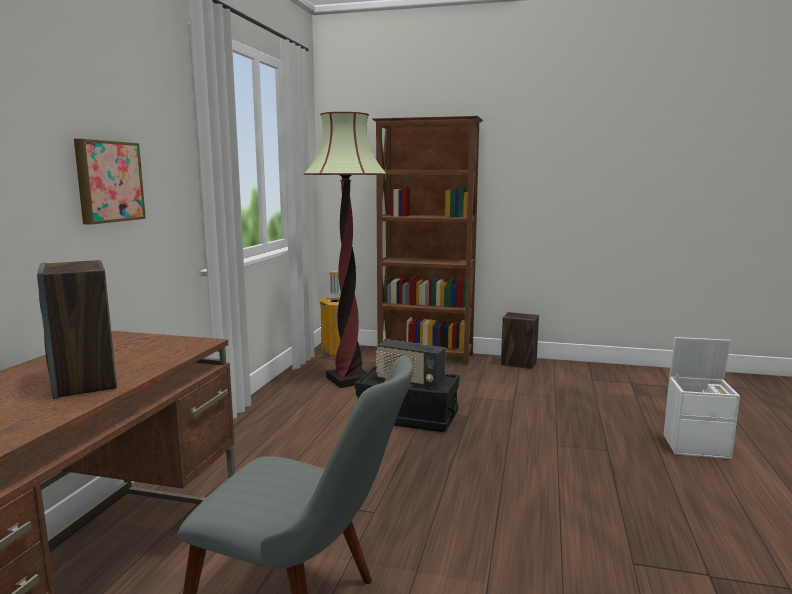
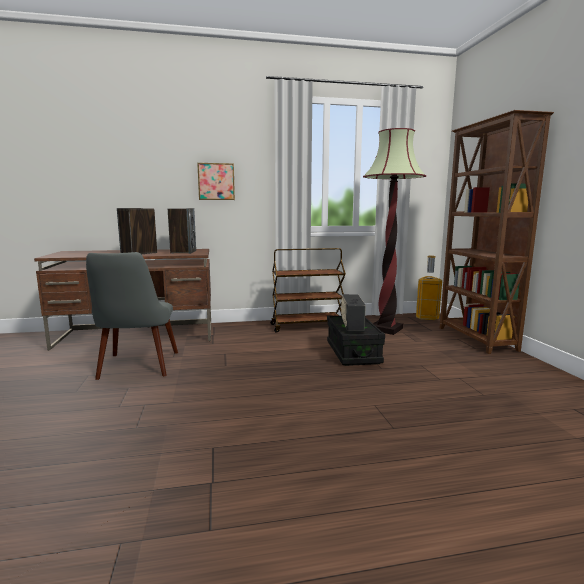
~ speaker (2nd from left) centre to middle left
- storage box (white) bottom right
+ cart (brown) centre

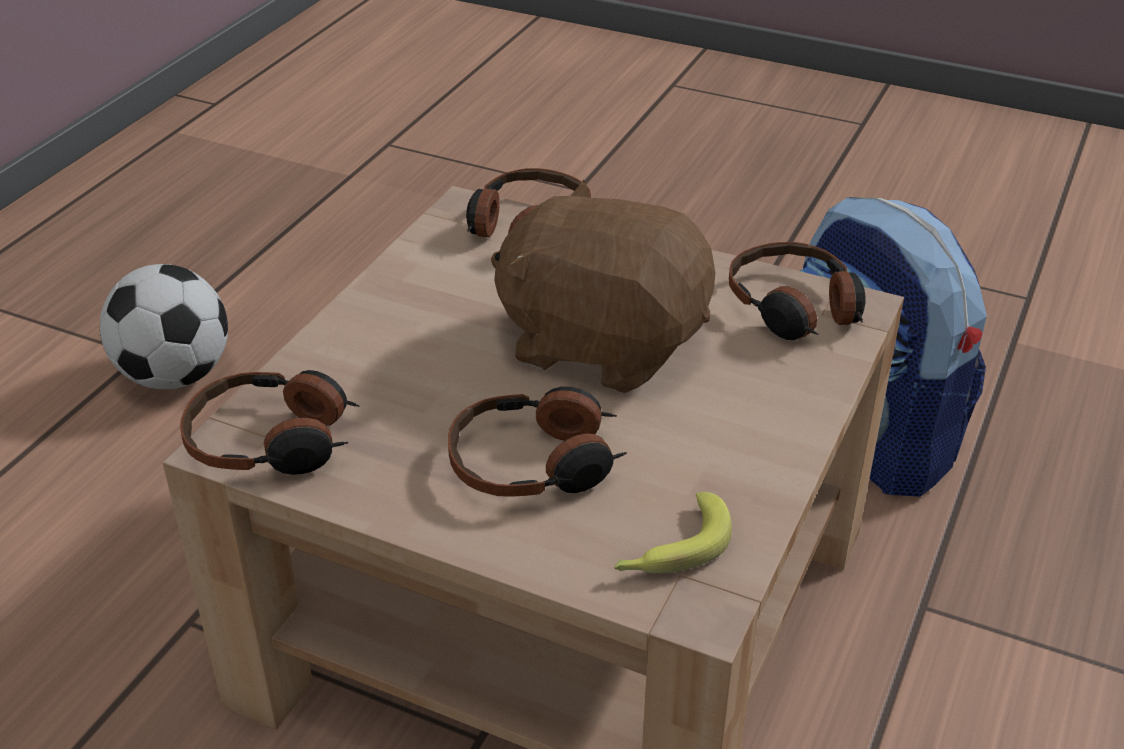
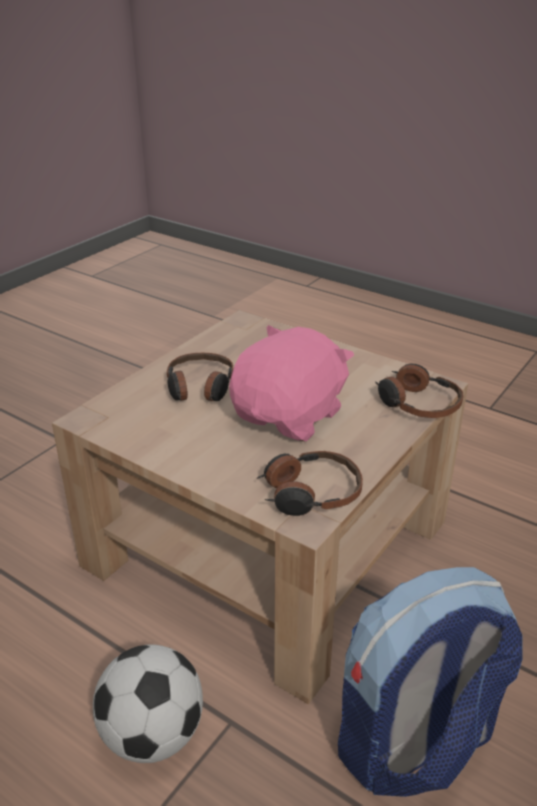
~ football middle left to bottom left
- headphones (1st from left) middle left
~ plush toy (brown) centre to plush toy (pink) centre
- banana bottom centre

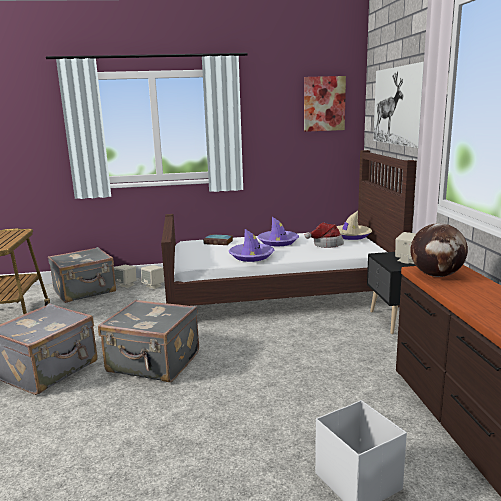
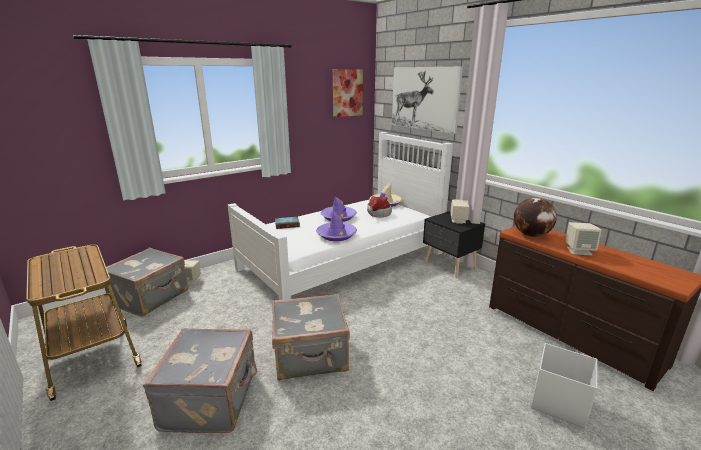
~ speaker (beige) (2nd from left in the first image) middle left to speaker (beige) (3rd from left) middle right
~ bed (brown) centre to bed (white) centre

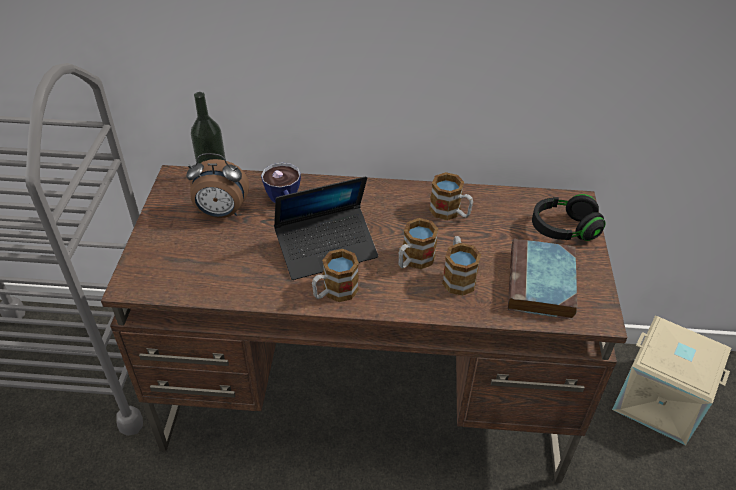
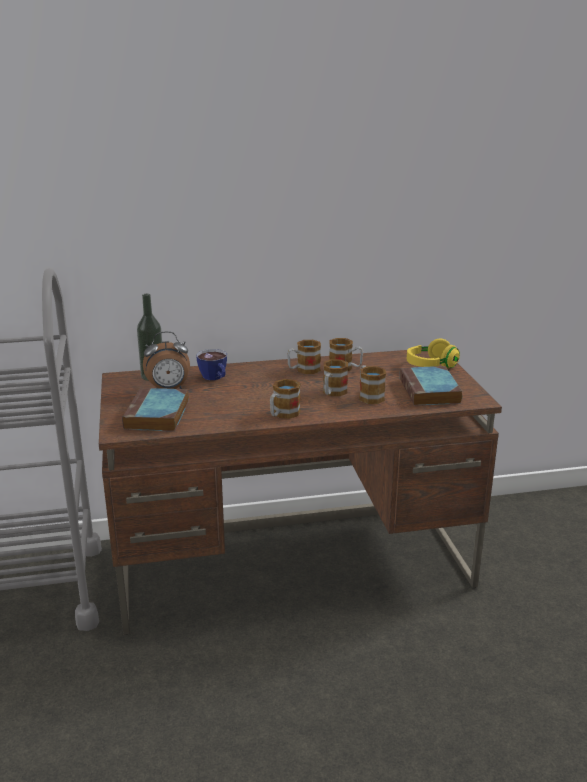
- laptop centre
~ headphones (black) middle right to headphones (yellow) middle right
- storage box (beige) bottom right
+ book (1st from left) middle left
+ mug (2nd from left) centre

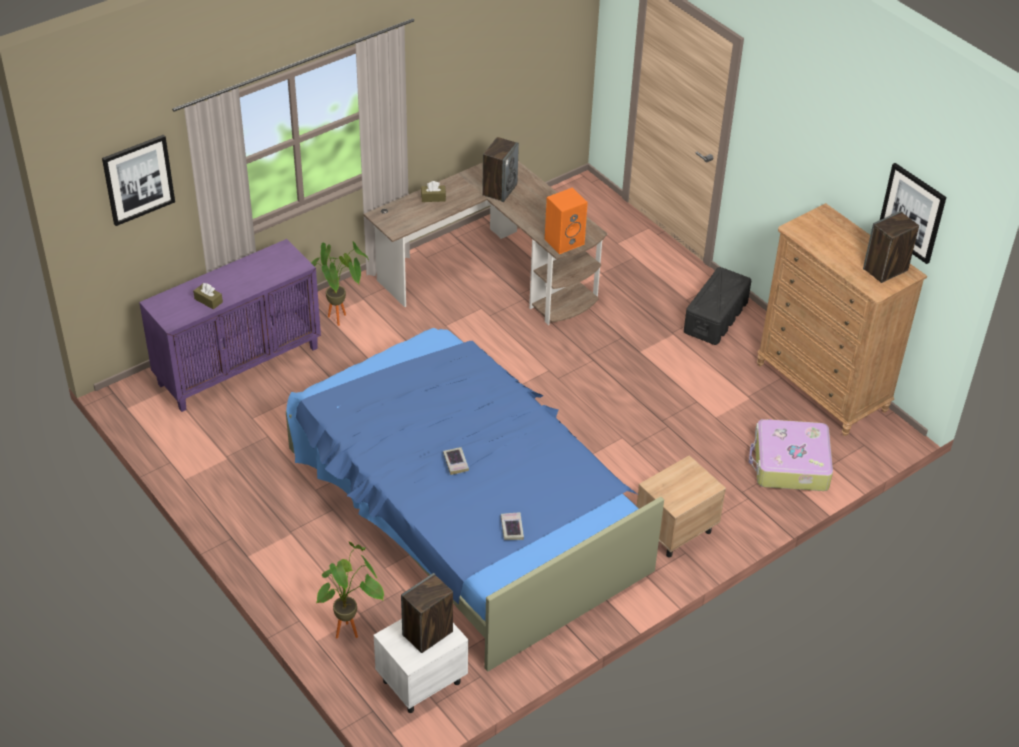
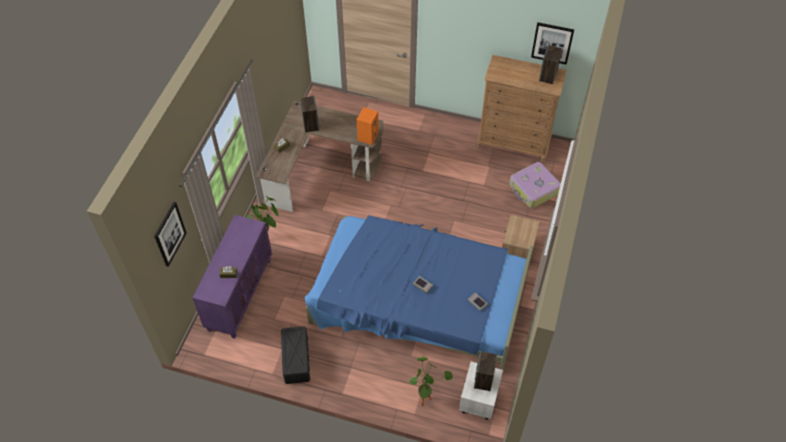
~ storage box (black) middle right to bottom centre

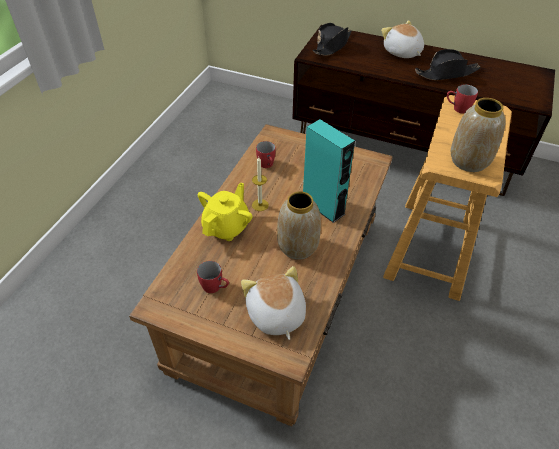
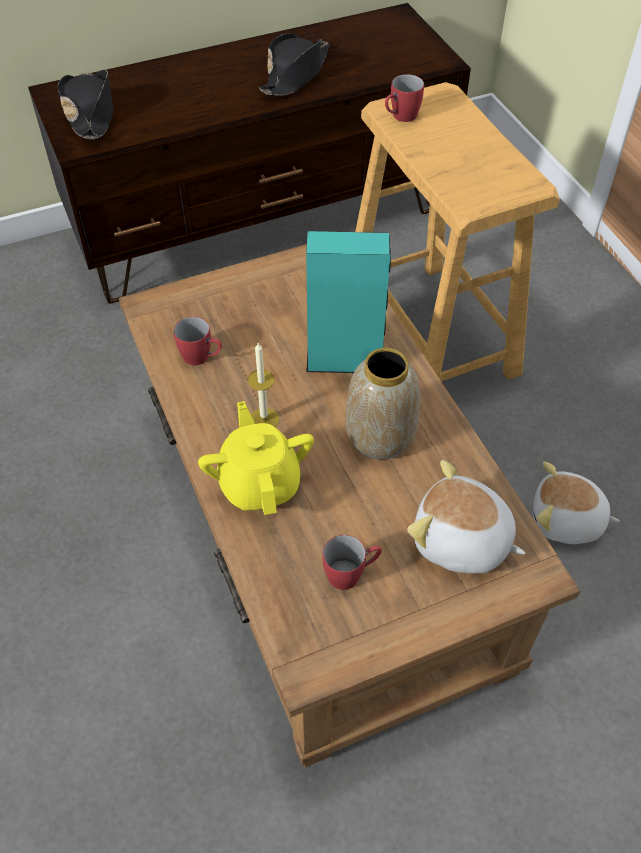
~ plush toy (2nd from left) top right to middle right
- vase (2nd from left) top right

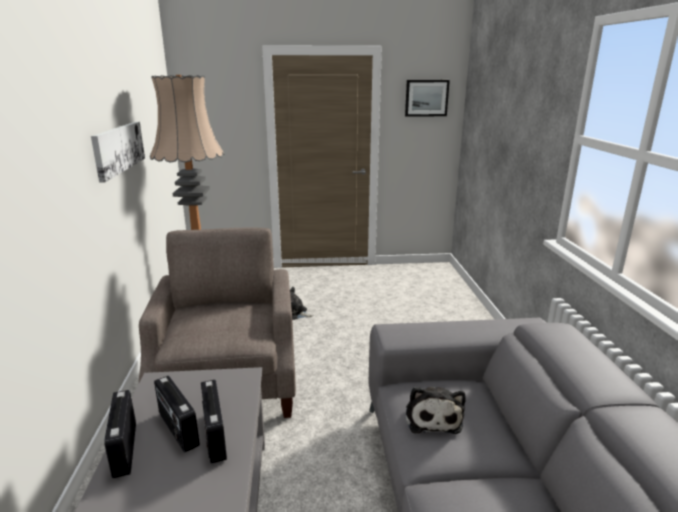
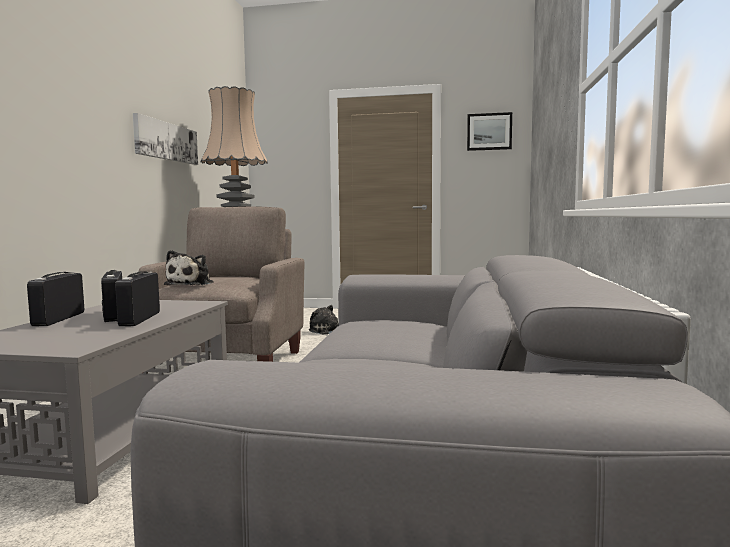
~ plush toy (2nd from left in the first image) bottom centre to plush toy (1st from left) middle left

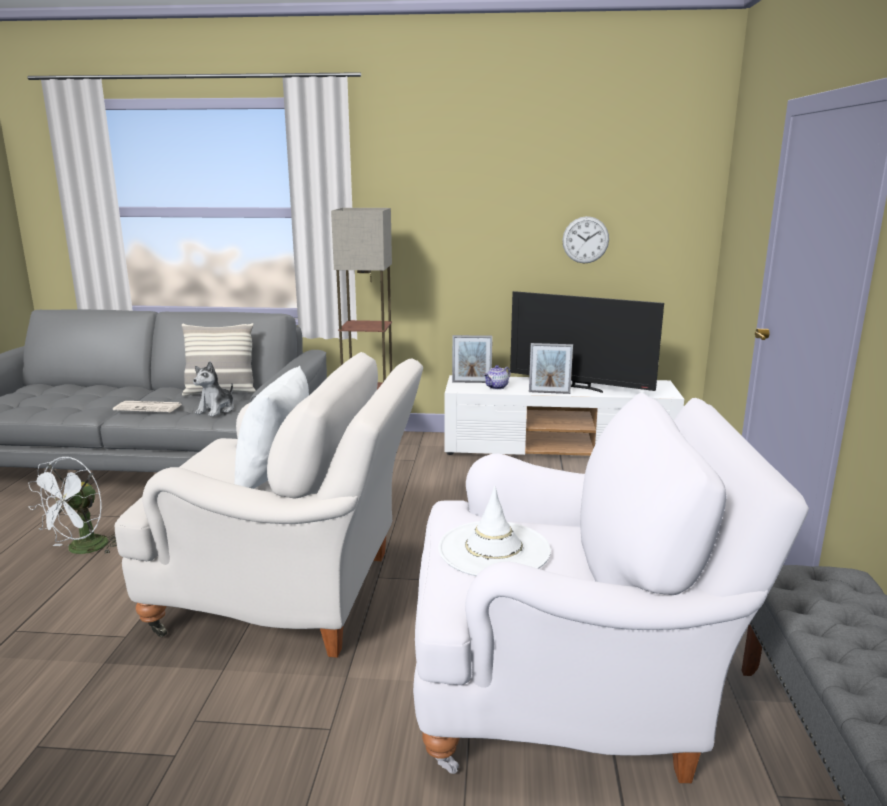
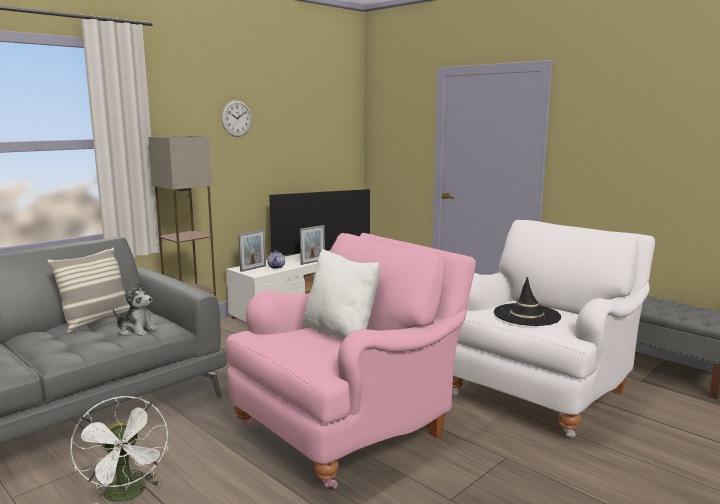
- newspaper middle left
~ armchair (white) (1st from left) middle left to armchair (pink) bottom centre
~ plush toy middle left = middle left 45 degrees counterclockwise
~ hat (white) centre to hat (black) middle right
~ wall clock top centre to top left

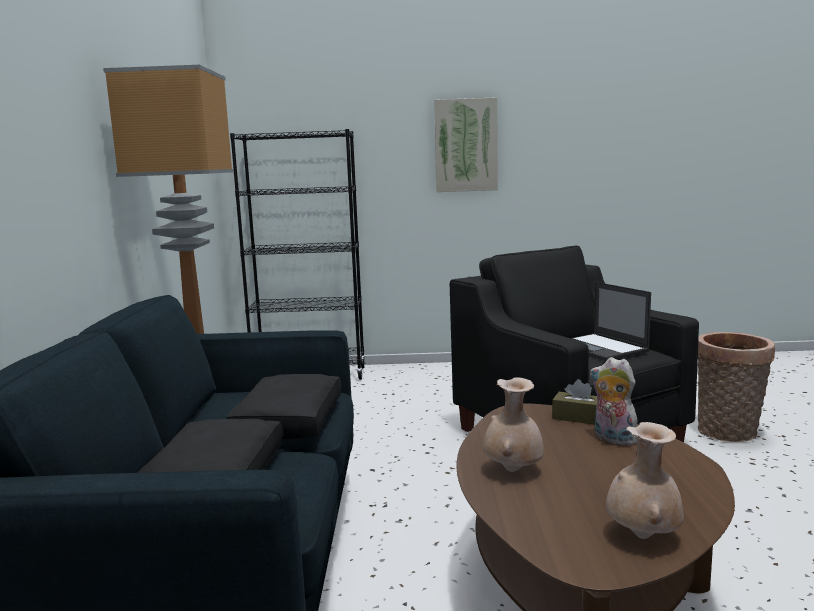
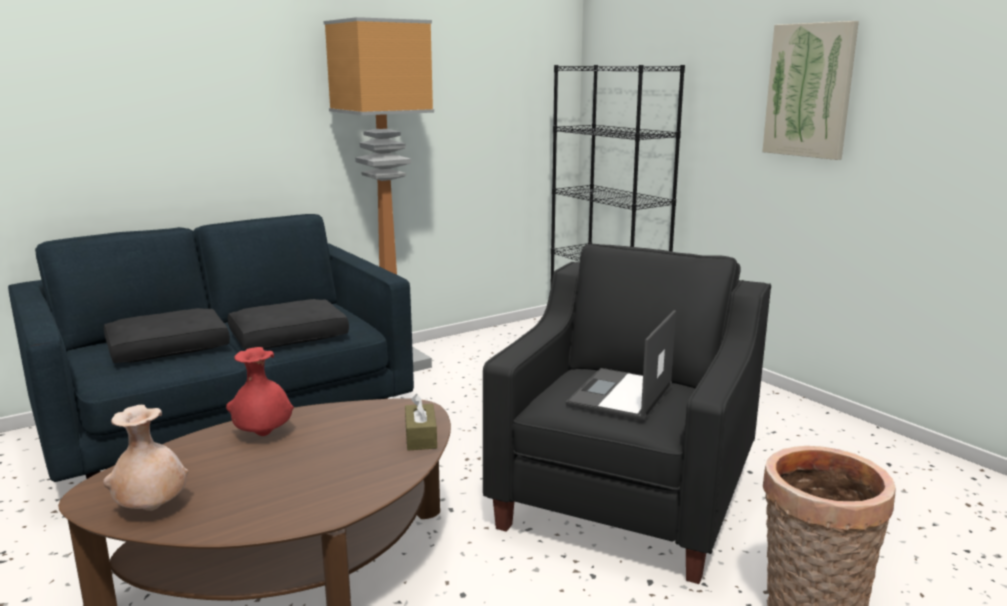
~ vase (beige) (1st from left) bottom centre to vase (red) middle left
- plush toy middle right

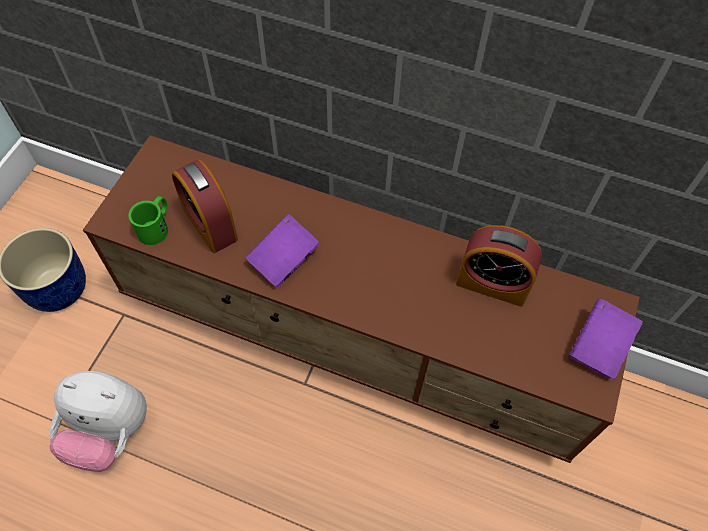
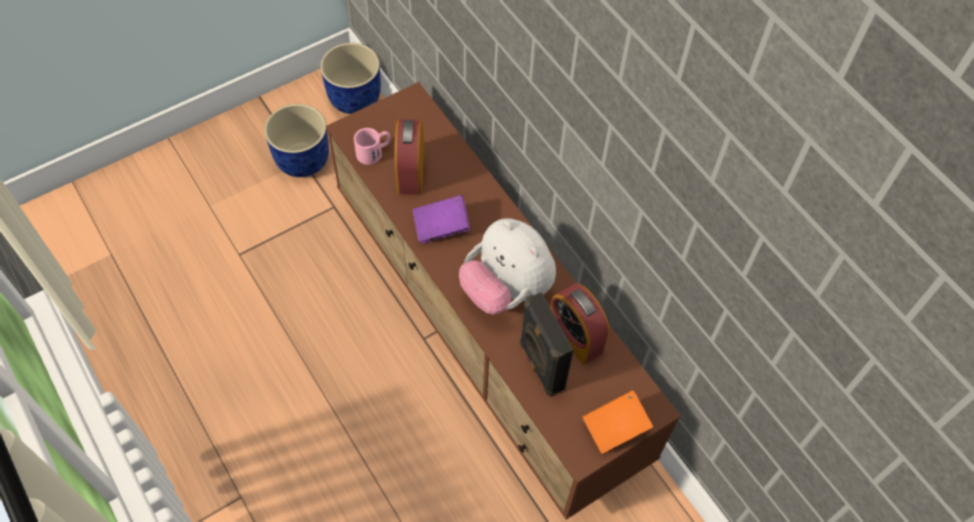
~ plush toy bottom left to centre
~ mug (green) middle left to mug (pink) top centre
~ book (purple) (2nd from left) middle right to book (orange) bottom centre
+ planter (blue) (2nd from left) top centre
+ speaker (black) centre

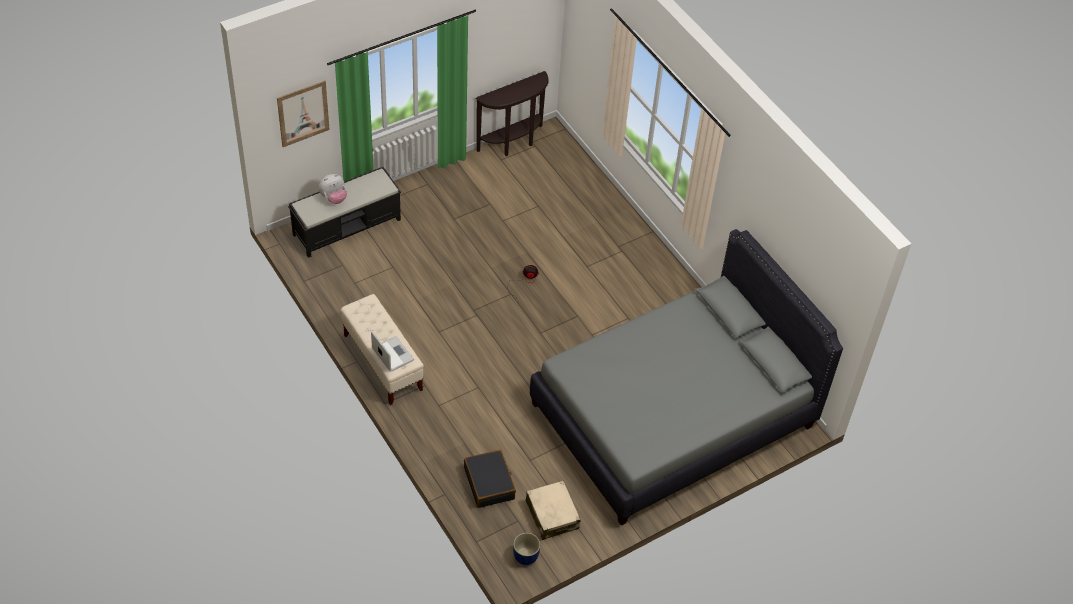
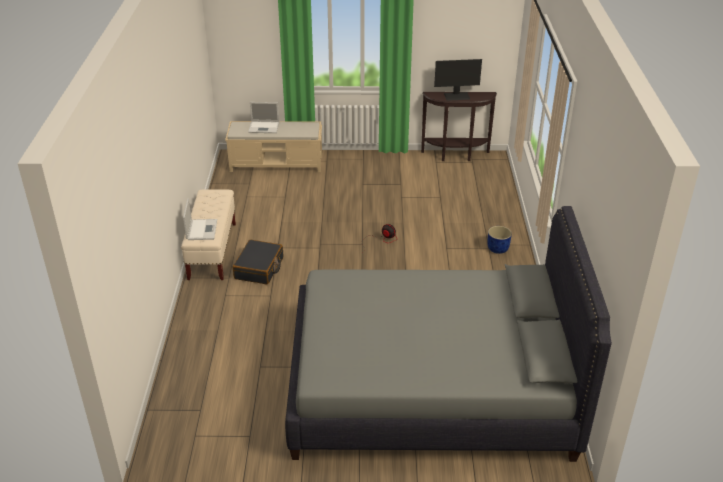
- picture top left
~ bench (black) middle left to bench (beige) (2nd from left) top centre
~ plush toy top left to laptop (2nd from left) top centre
~ suitcase (black) bottom centre to centre
~ planter (blue) bottom centre to middle right
- suitcase (beige) bottom centre
+ monitor top centre

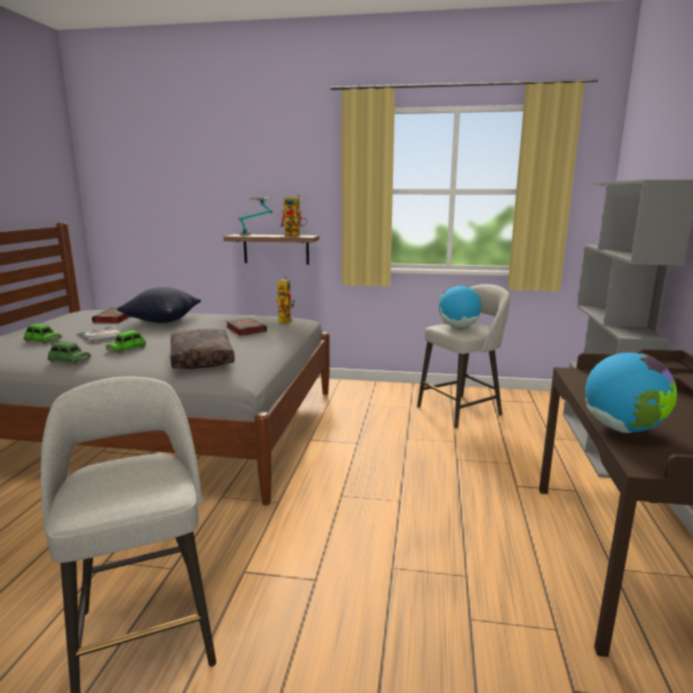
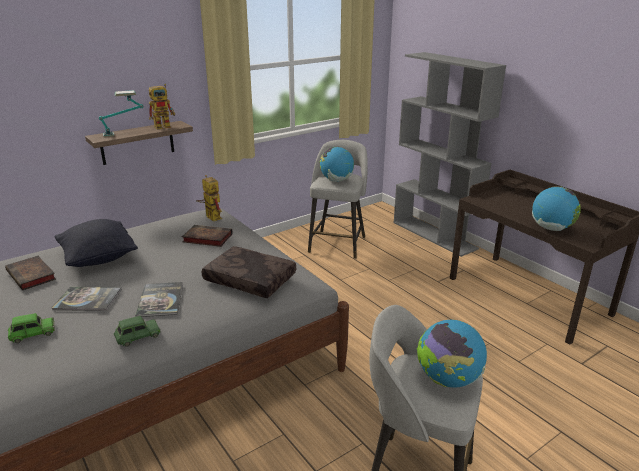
~ toy car (green) (3rd from left) middle left to book (3rd from left) middle left
+ globe (2nd from left) bottom right

